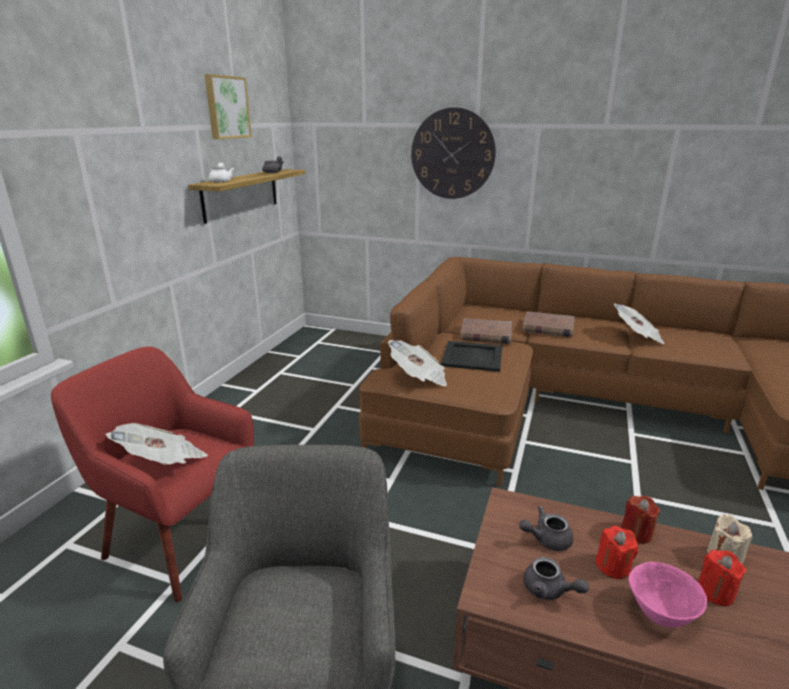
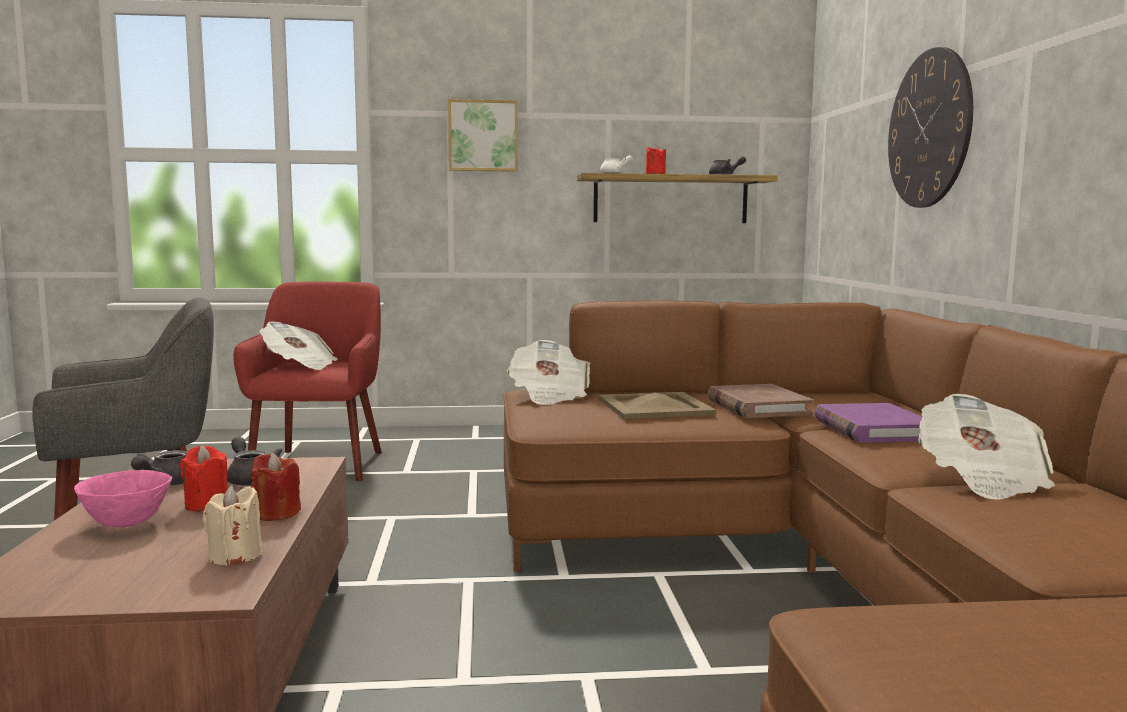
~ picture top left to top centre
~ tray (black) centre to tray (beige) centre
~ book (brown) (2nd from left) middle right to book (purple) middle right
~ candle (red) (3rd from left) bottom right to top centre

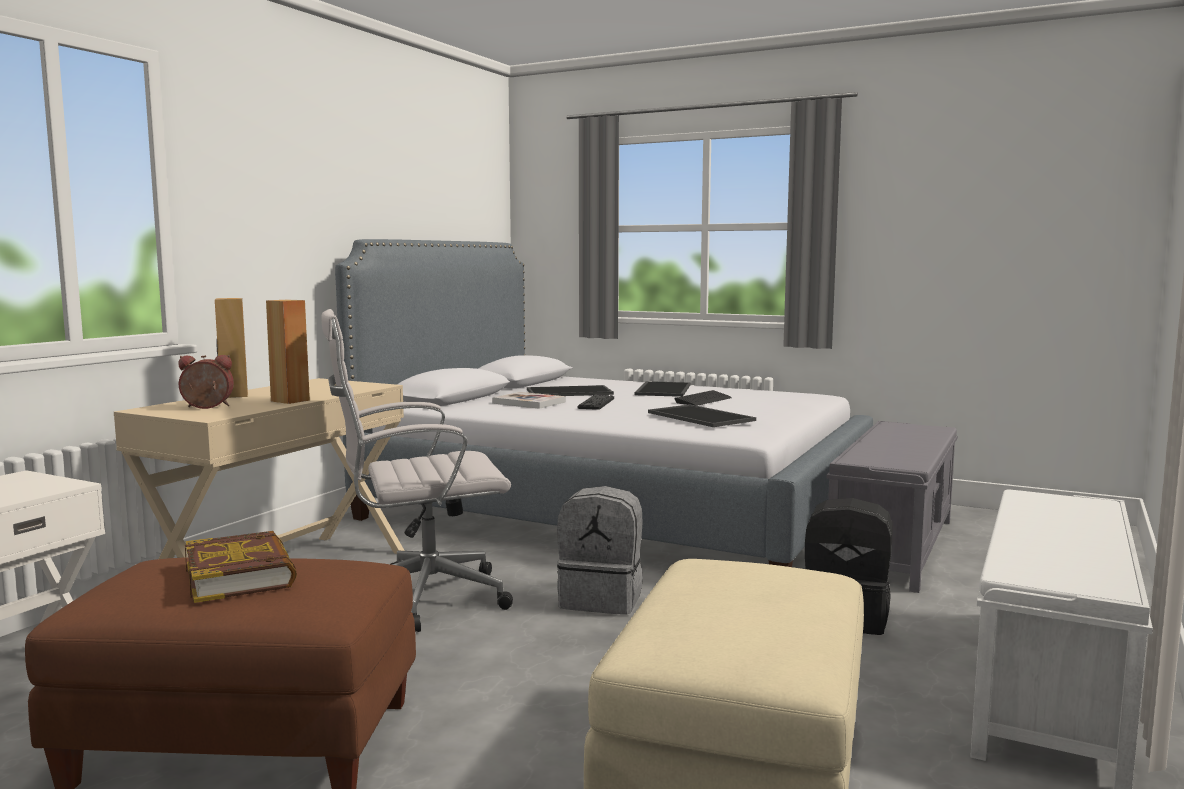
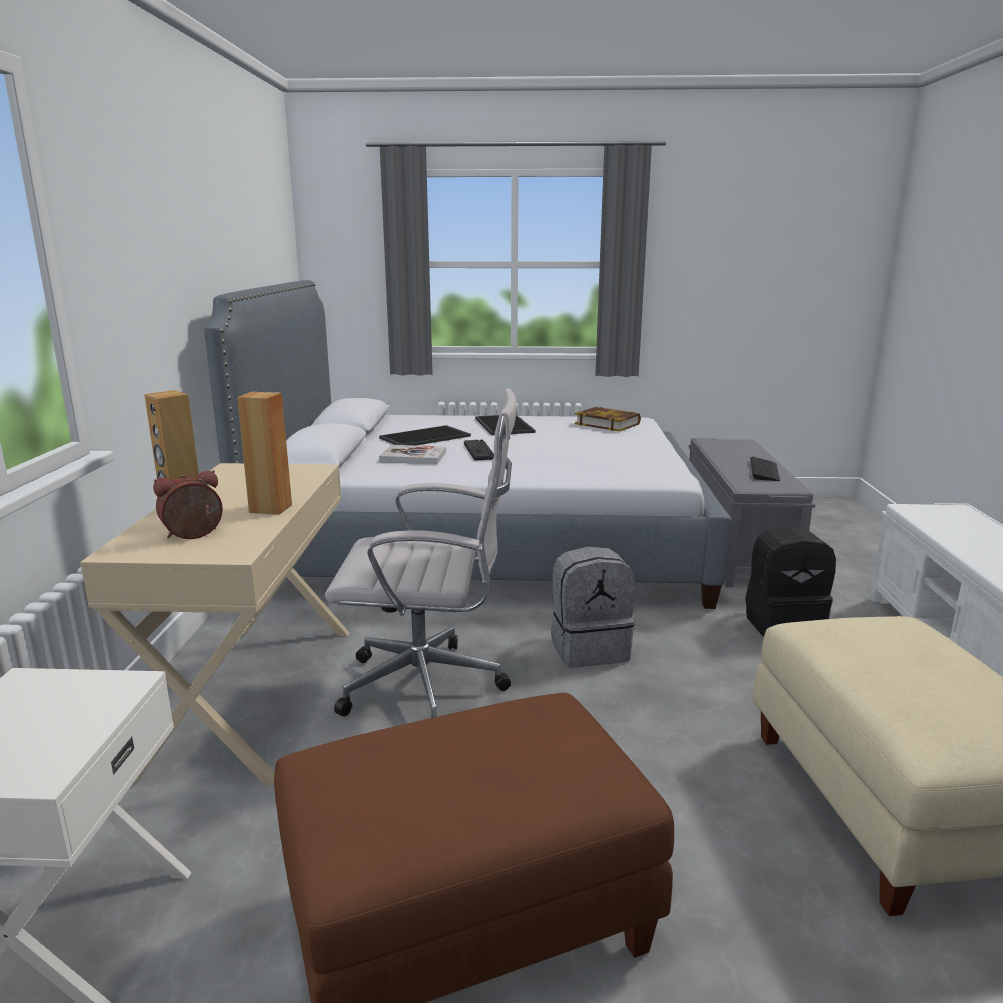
~ book (1st from left in the first image) bottom left to book (2nd from left) centre
~ office chair (white) centre = centre 135 degrees counterclockwise
- tray (3rd from left) centre
~ keyboard (2nd from left) centre to middle right

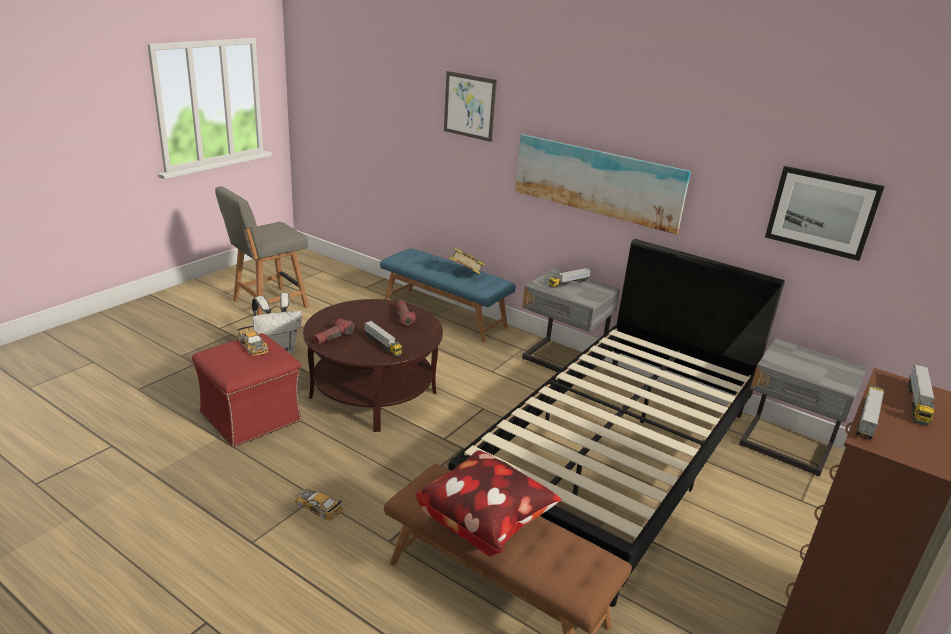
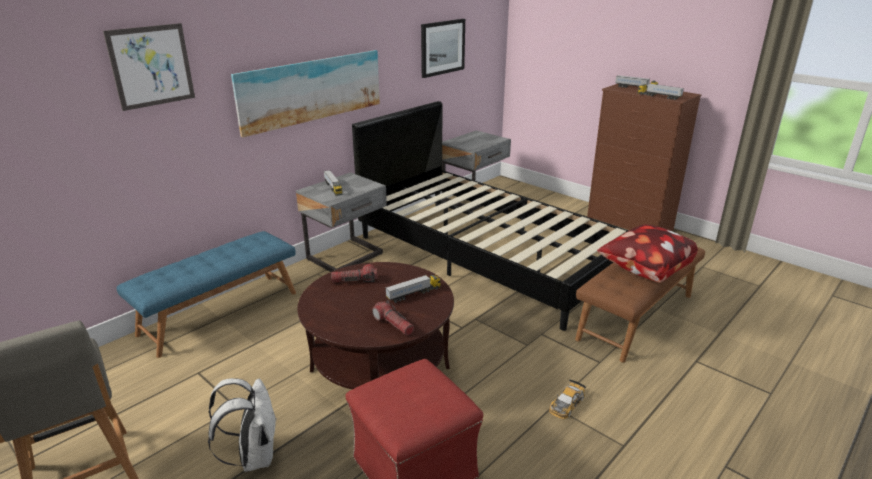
- toy car (1st from left) middle left
- book centre

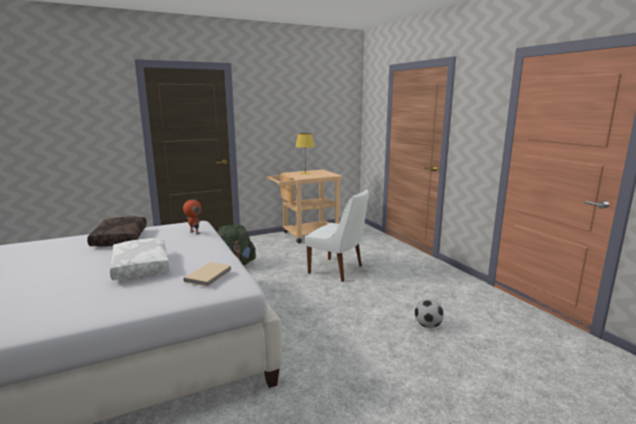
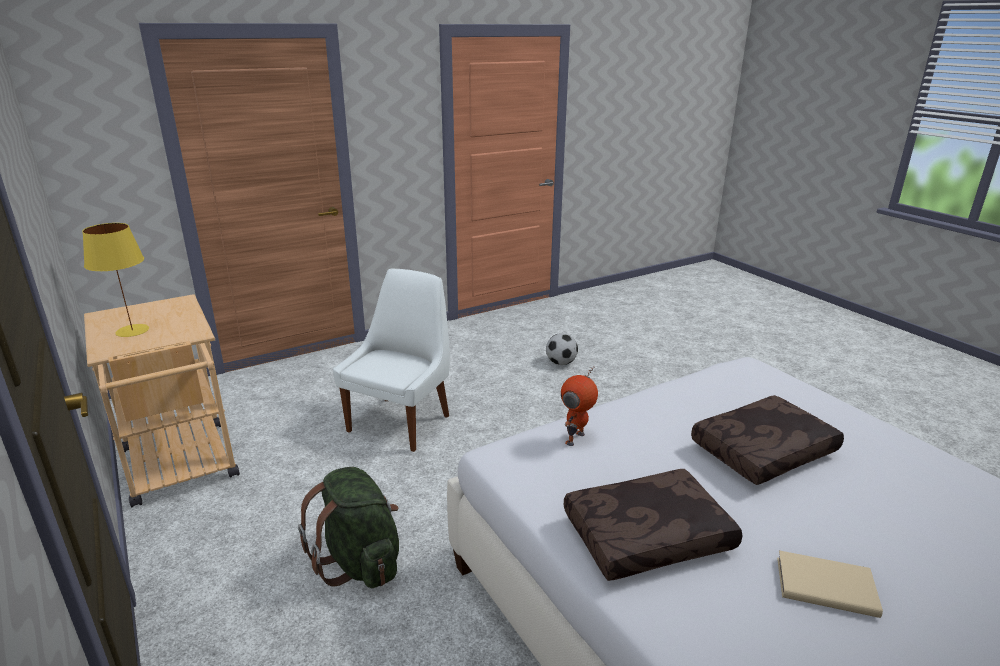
~ pillow (white) middle left to pillow (brown) (2nd from left) middle right
~ book (beige) middle left to bottom right

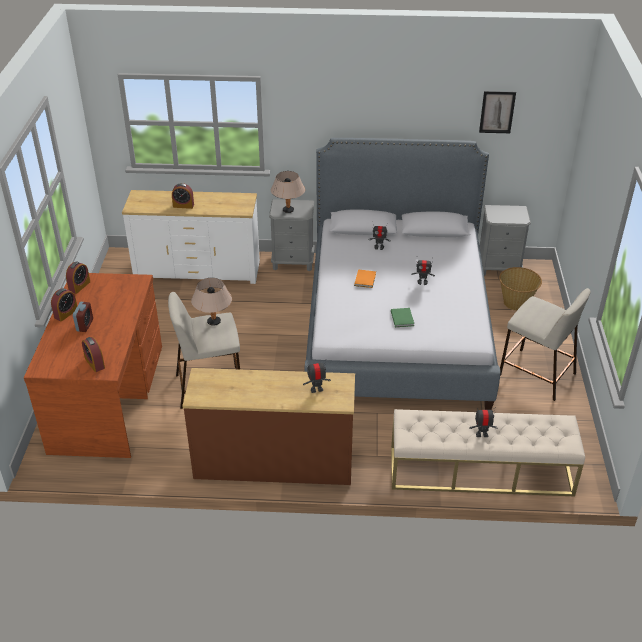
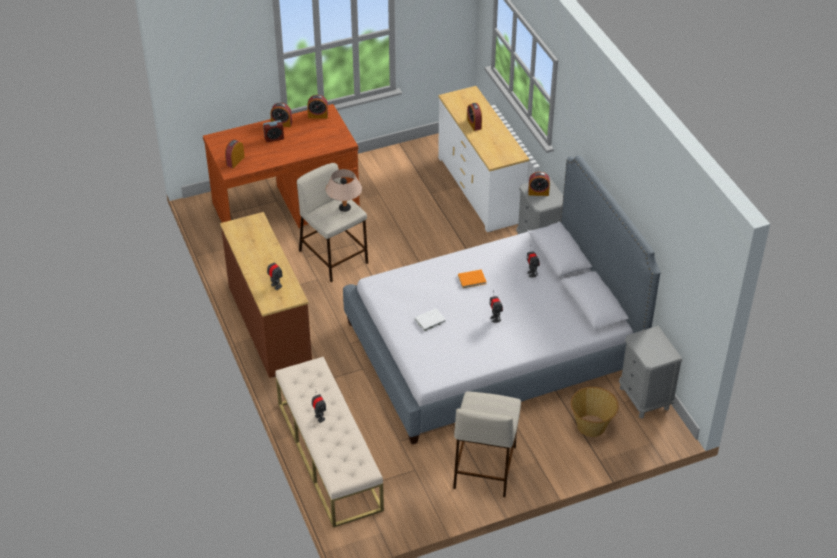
~ table lamp (beige) (2nd from left) top centre to alarm clock (6th from left) top centre
~ book (green) centre to book (white) centre
- picture top right

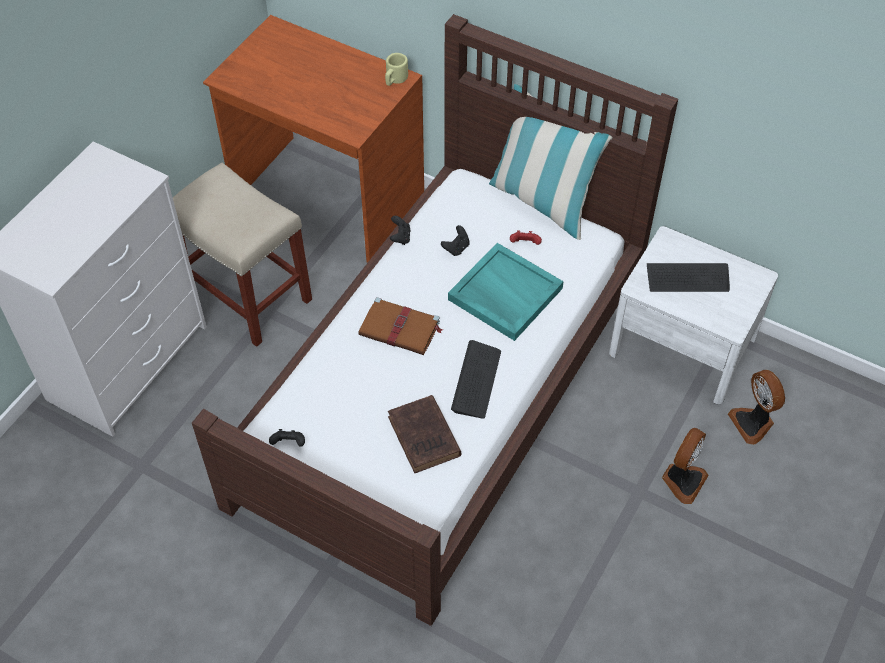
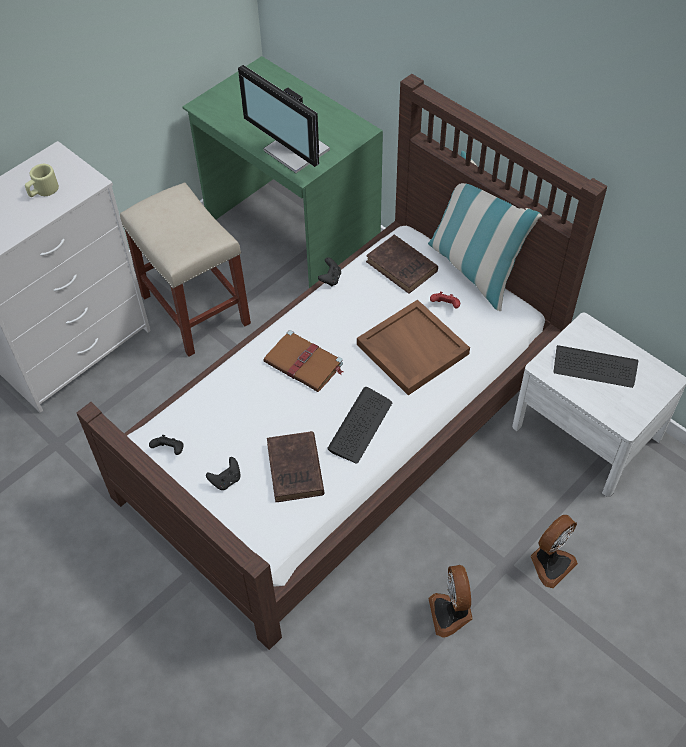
~ desk (brown) top centre to desk (green) top centre
~ mug (beige) top centre to top left
~ game controller (black) (3rd from left in the first image) centre to game controller (black) (2nd from left) middle left
~ tray (turquoise) centre to tray (brown) centre
~ fan (2nd from left in the first image) middle right to fan (1st from left) bottom centre
+ monitor top centre
+ book (brown) (3rd from left) centre

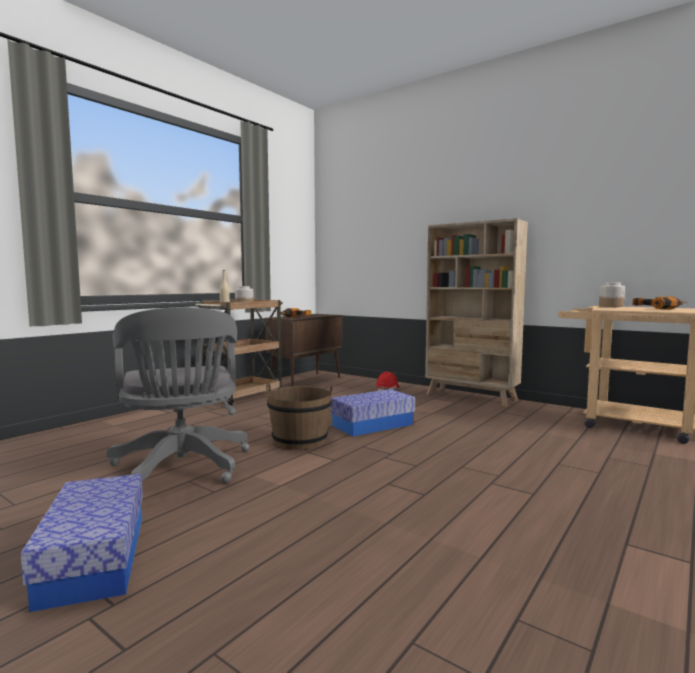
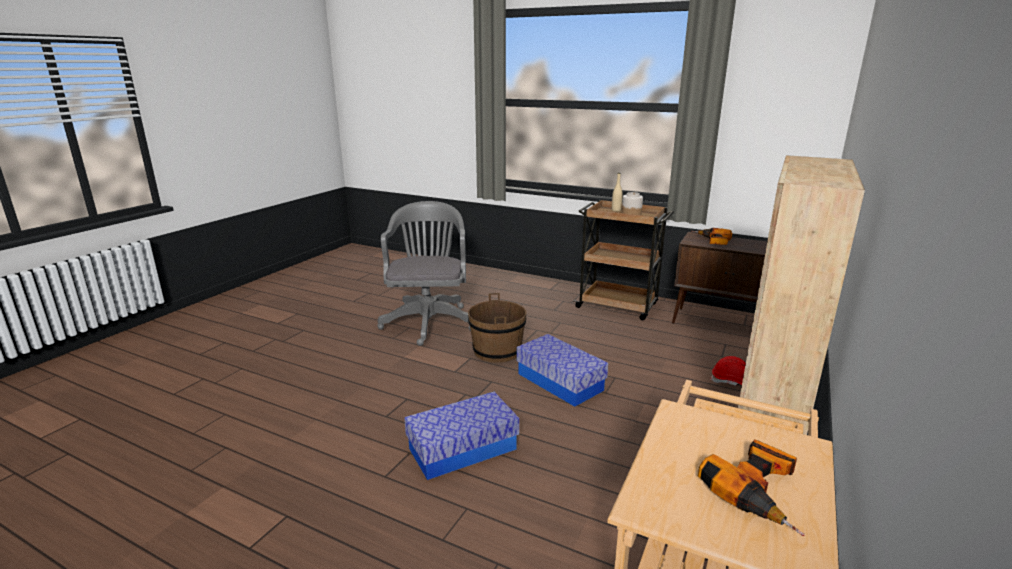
~ storage box (1st from left) bottom left to bottom centre
~ office chair (grey) middle left = centre 120 degrees clockwise
- jar (2nd from left) middle right

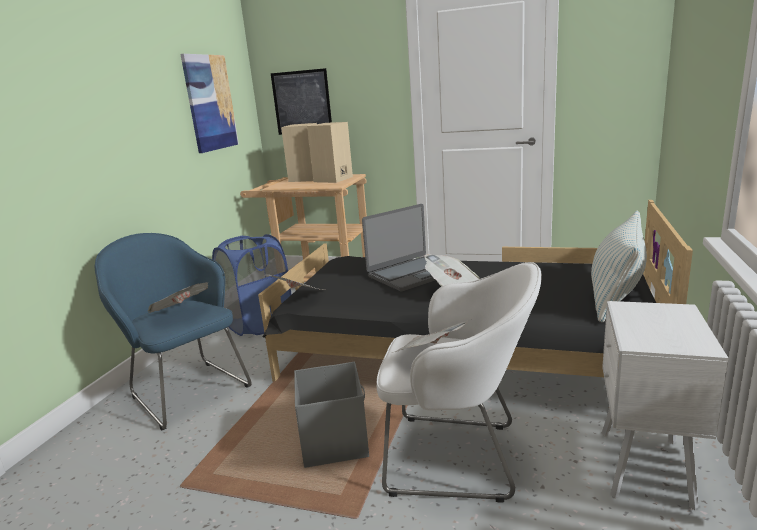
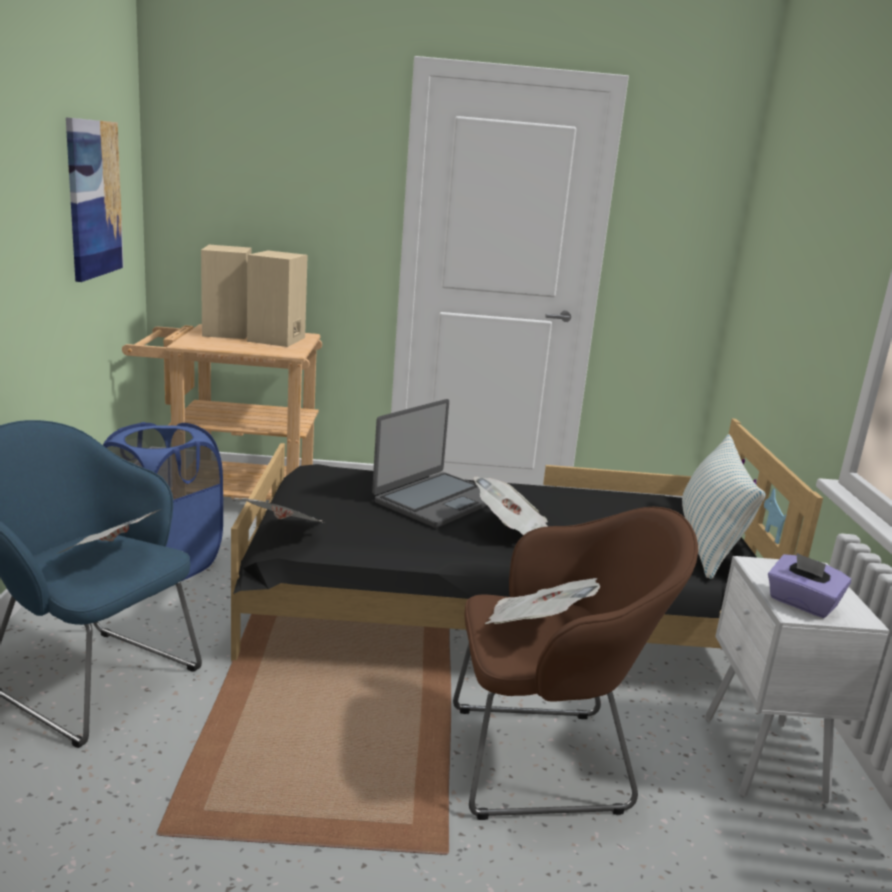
- picture (2nd from left) top centre
- storage box (grey) bottom centre
~ armchair (white) bottom centre to armchair (brown) bottom centre
+ tissue box (purple) middle right

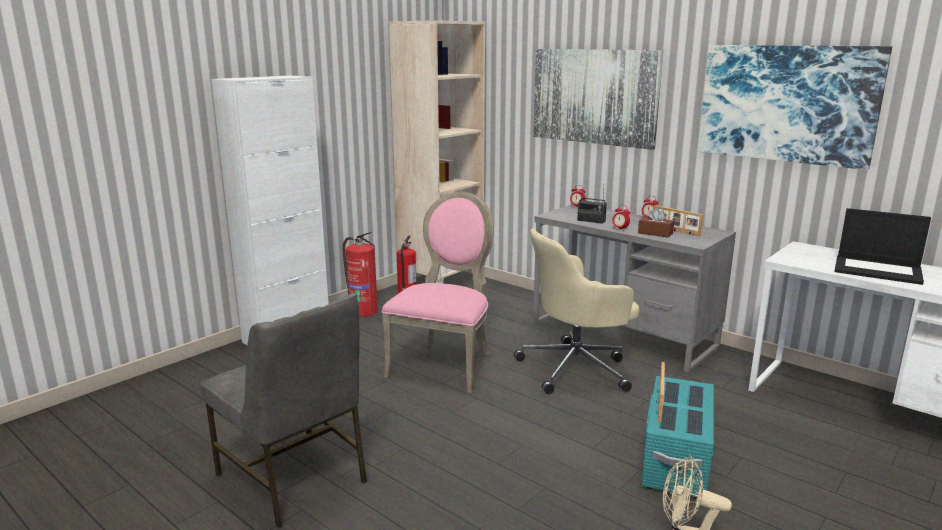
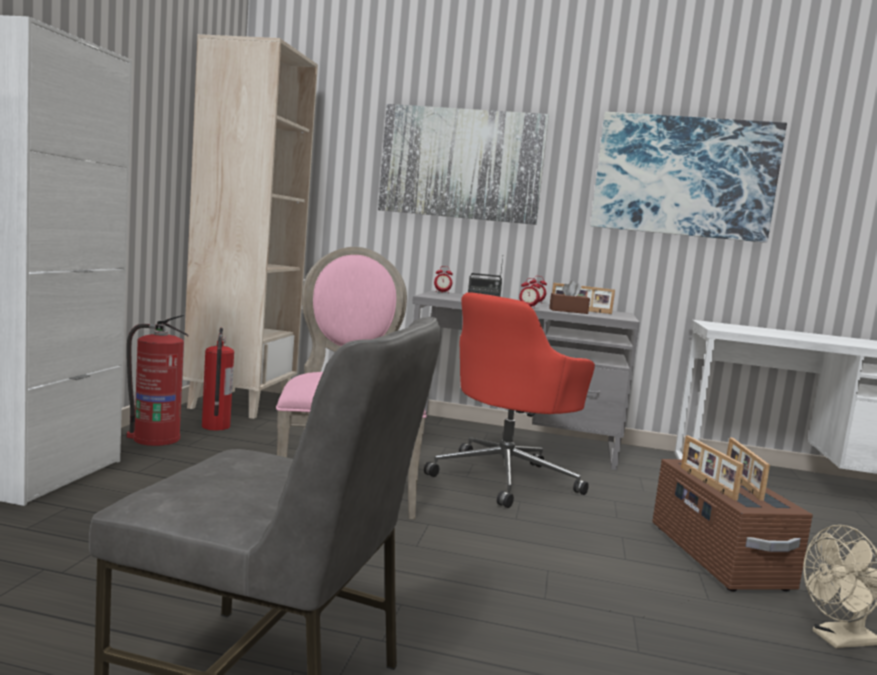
~ office chair (beige) centre to office chair (red) centre
~ storage box (turquoise) bottom right to storage box (brown) bottom right
- laptop middle right
+ picture frame (3rd from left) bottom right

